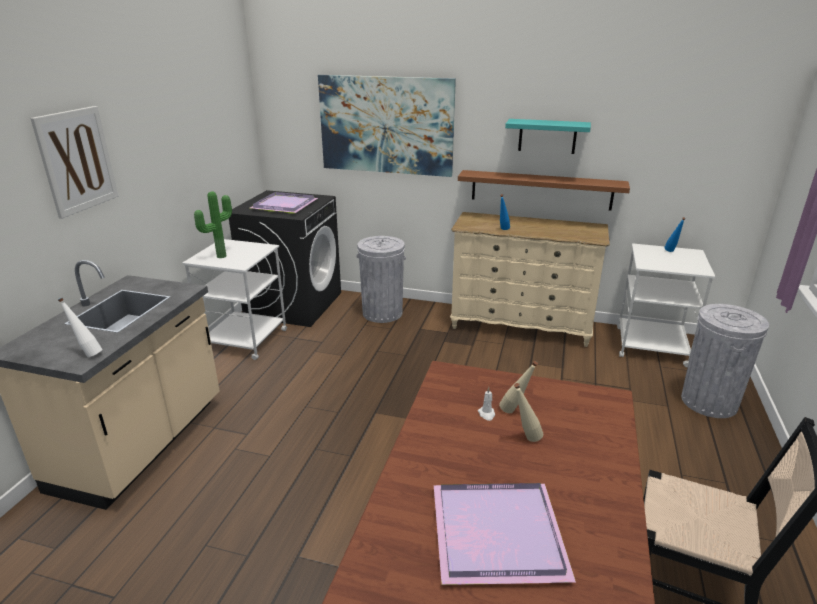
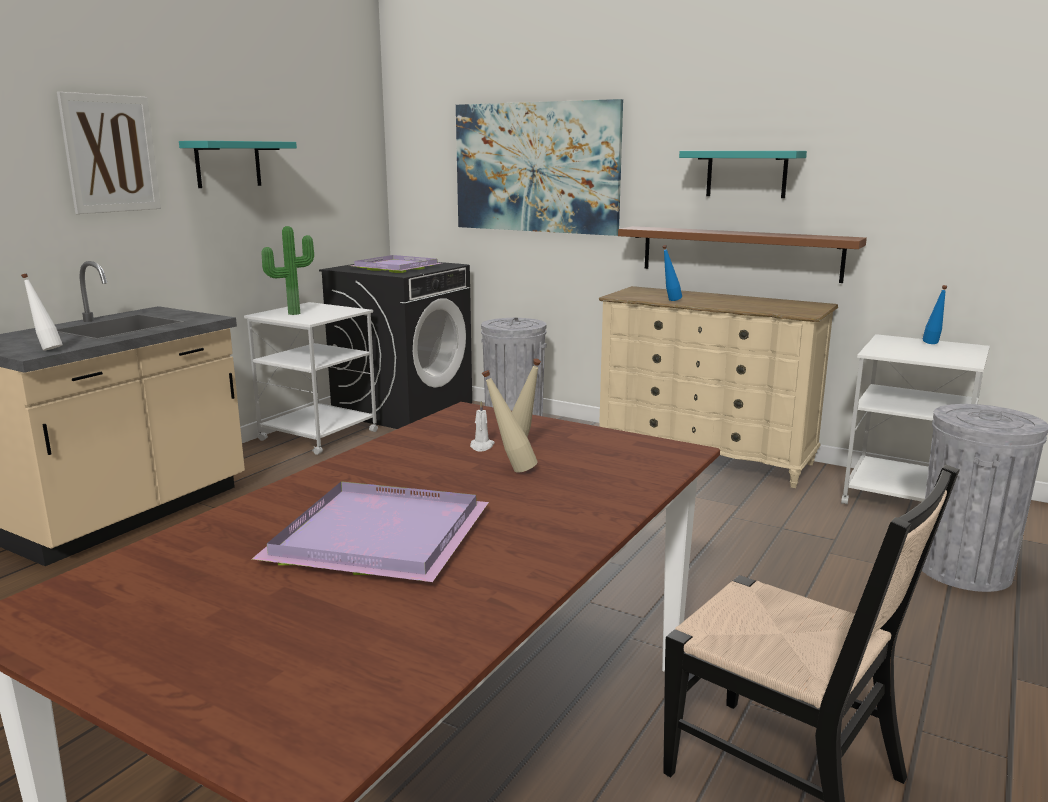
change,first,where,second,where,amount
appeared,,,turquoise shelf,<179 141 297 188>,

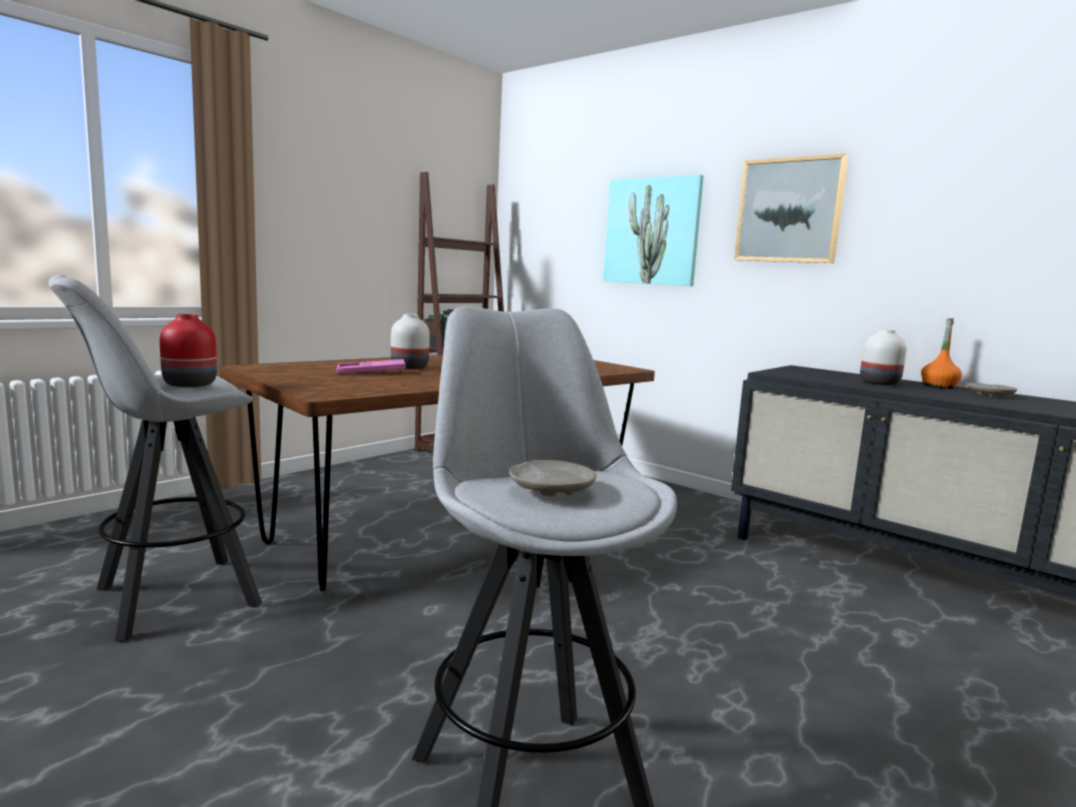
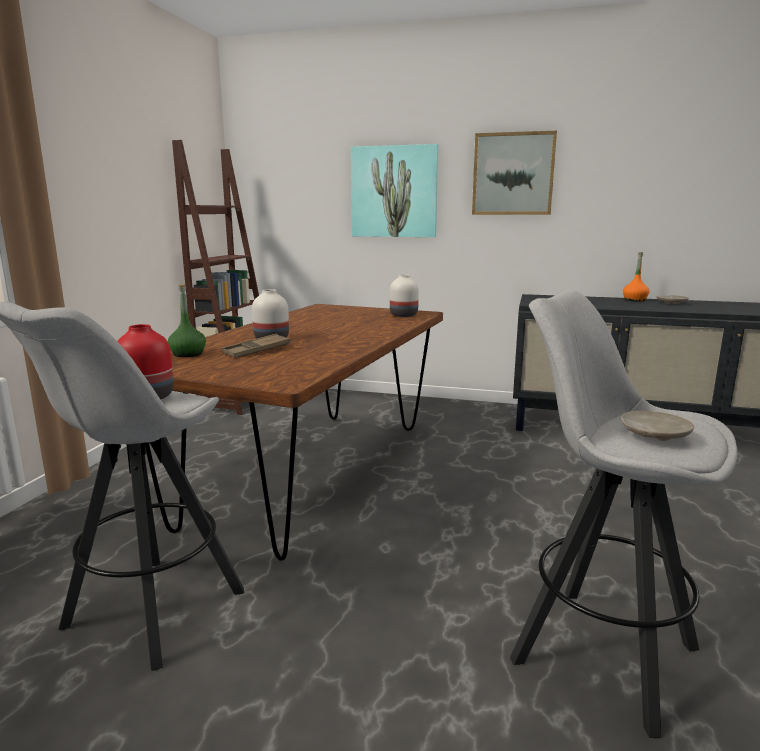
change,first,where,second,where,amount
appeared,,,green bottle,<168 284 206 357>,
colour,pink tray,<337 359 406 374>,brown tray,<222 333 291 358>,
relocated,white vase,<860 329 907 385>,,<390 274 419 317>,

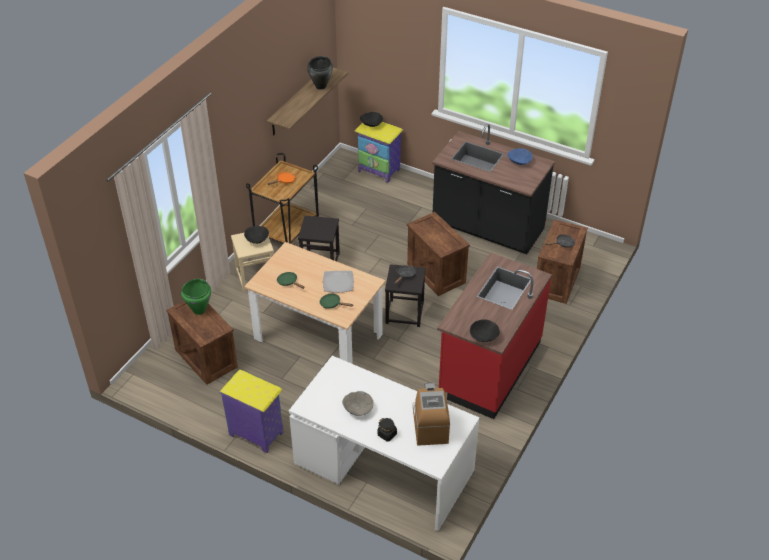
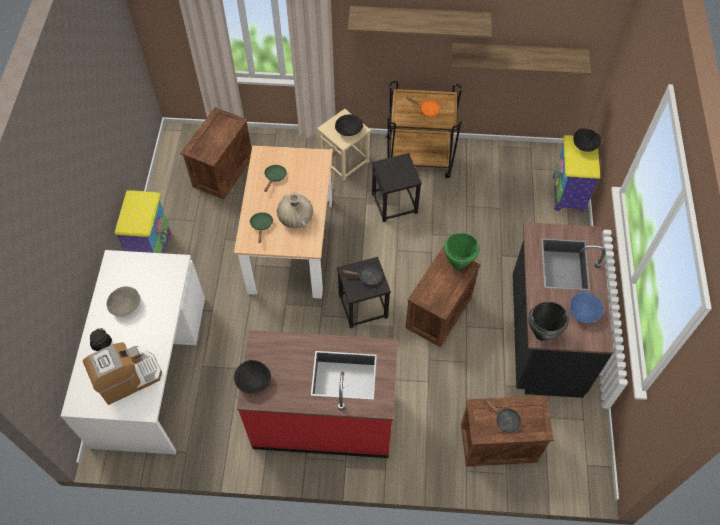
change,first,where,second,where,amount
exchanged,plate,<323 271 354 293>,beige vase,<277 193 313 228>,
appeared,,,shelf,<348 6 492 39>,
relocated,green cooking pot,<181 279 211 315>,,<444 233 479 270>,
relocated,black cooking pot,<307 56 333 90>,,<528 301 569 341>,

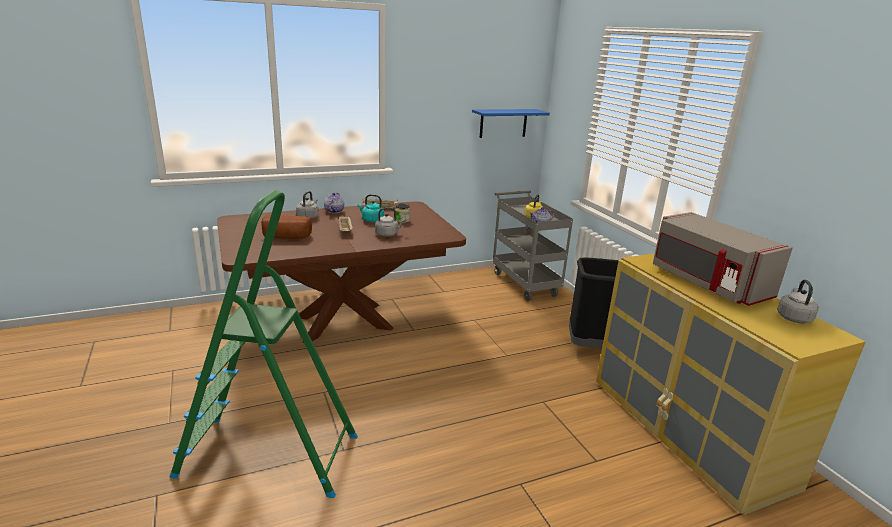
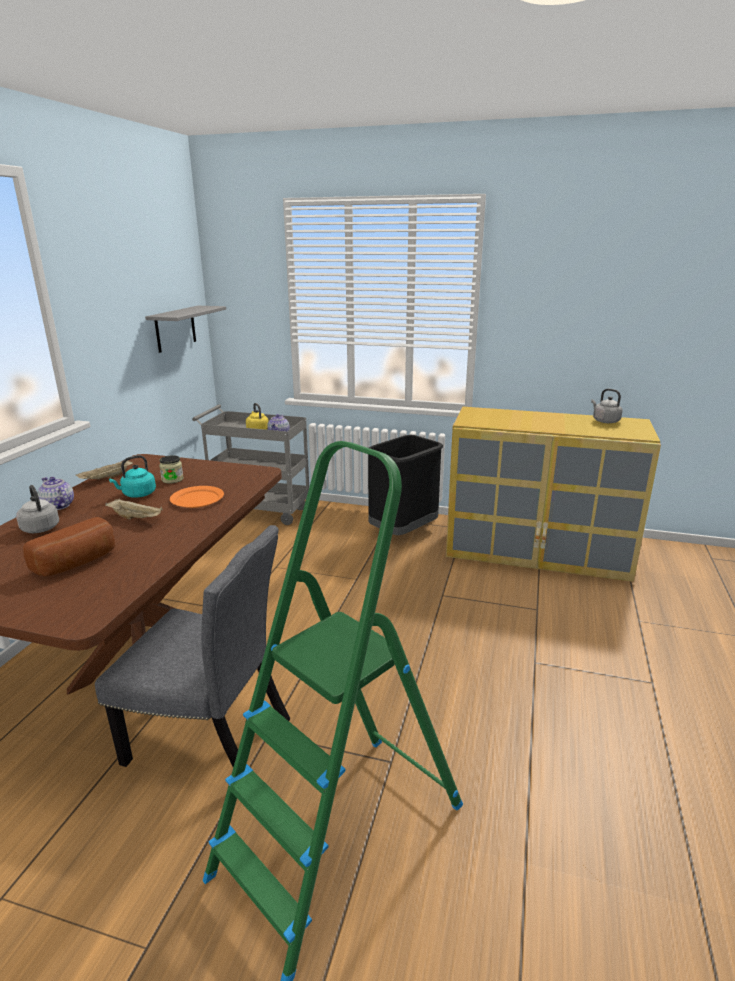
change,first,where,second,where,amount
appeared,,,grey chair,<95 525 290 767>,
colour,blue shelf,<472 109 550 138>,grey shelf,<145 306 226 353>,
exchanged,grey kettle,<375 208 405 237>,orange plate,<170 486 224 508>,
missing,grey microwave,<653 212 793 306>,,,

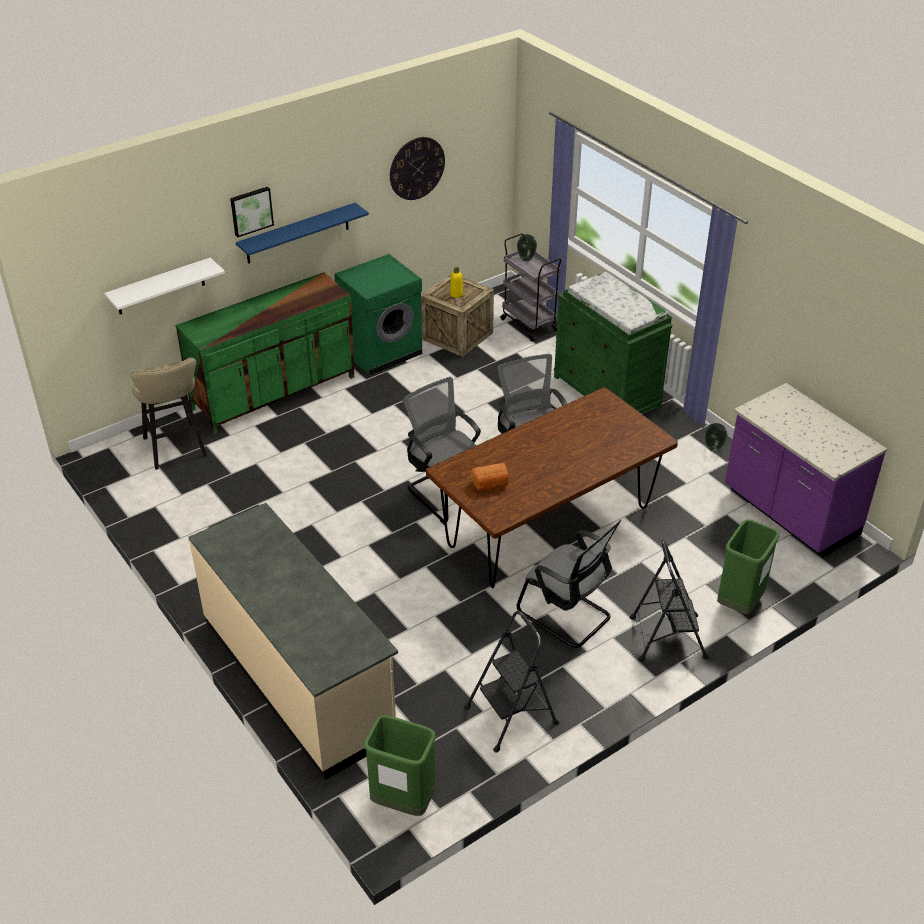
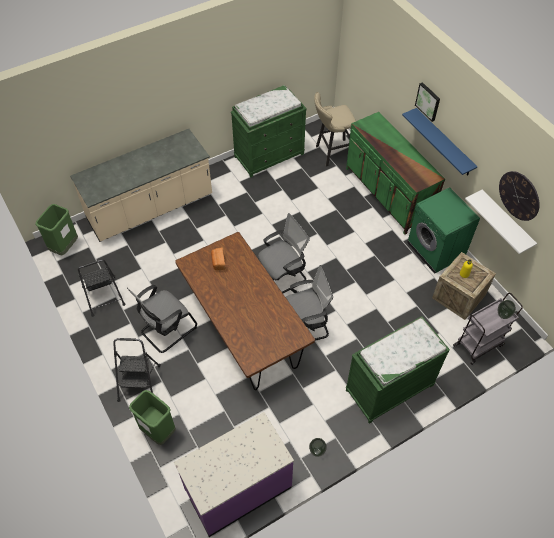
change,first,where,second,where,amount
appeared,,,green dresser,<231 85 307 178>,
relocated,white shelf,<104 258 225 314>,,<465 190 537 254>,

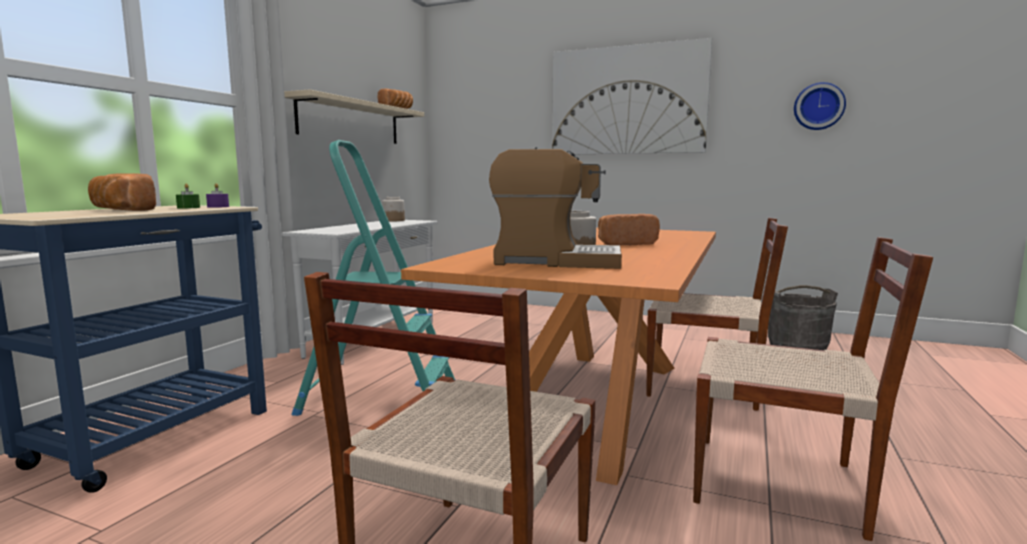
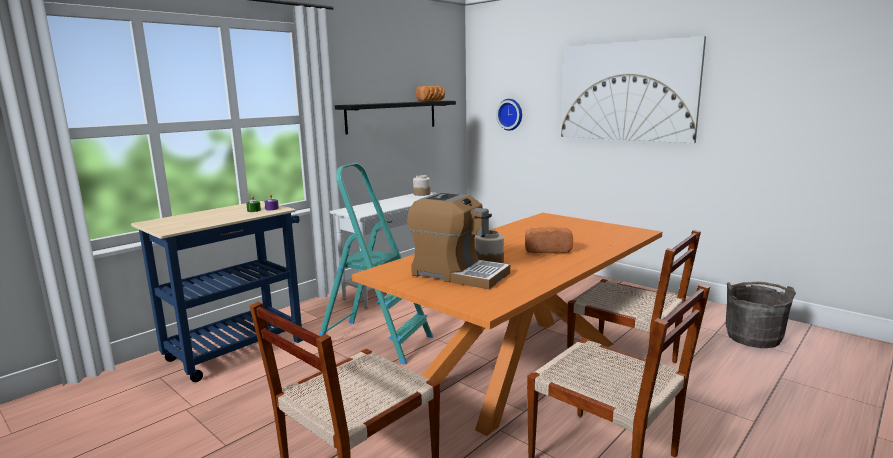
change,first,where,second,where,amount
colour,beige shelf,<284 89 424 144>,black shelf,<335 101 456 134>,
relocated,wall clock,<794 82 846 130>,,<496 99 522 131>,
missing,bread,<88 173 156 211>,,,

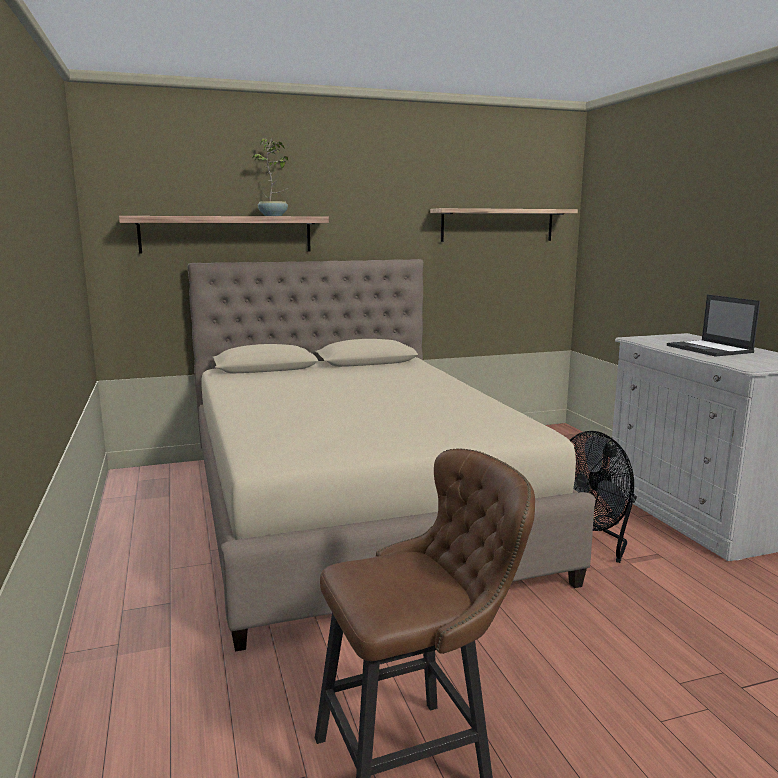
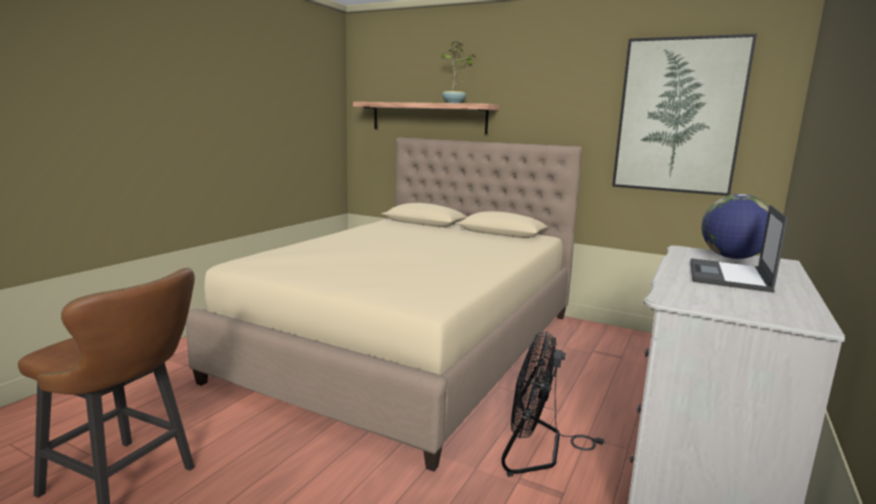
change,first,where,second,where,amount
exchanged,shelf,<430 208 578 242>,picture,<612 34 757 196>,
appeared,,,globe,<702 194 769 259>,

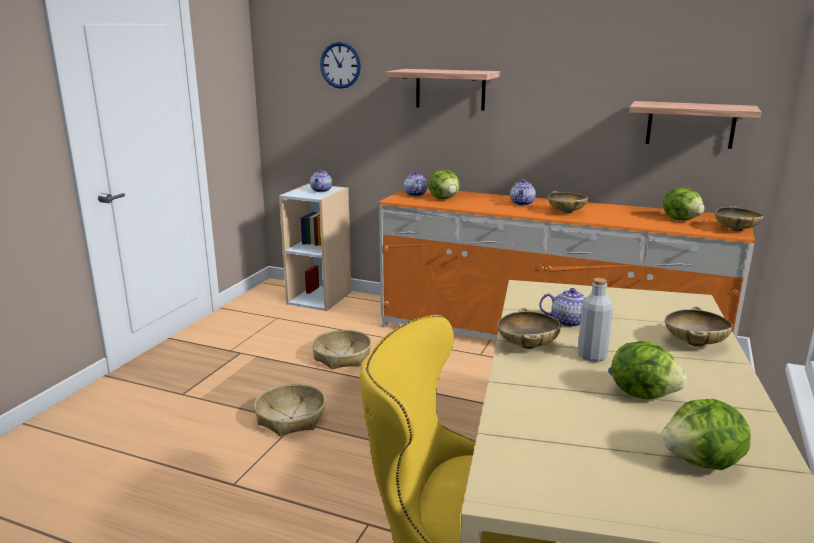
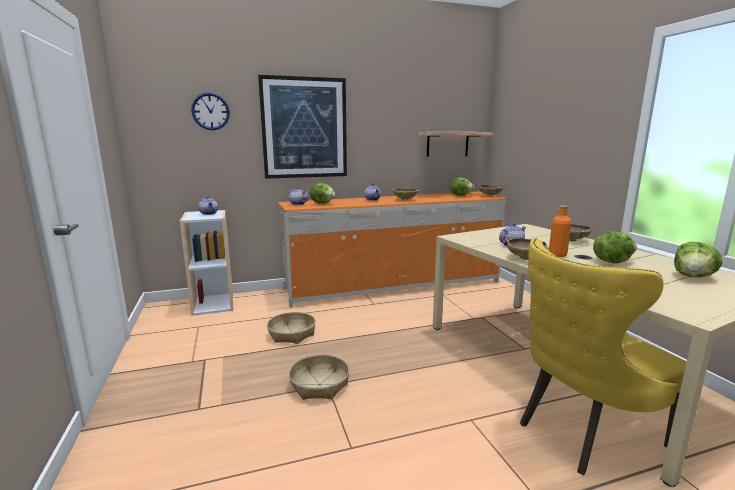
change,first,where,second,where,amount
exchanged,shelf,<386 69 500 110>,picture,<258 75 347 179>,
colour,grey bottle,<578 278 613 362>,orange bottle,<549 206 572 257>,

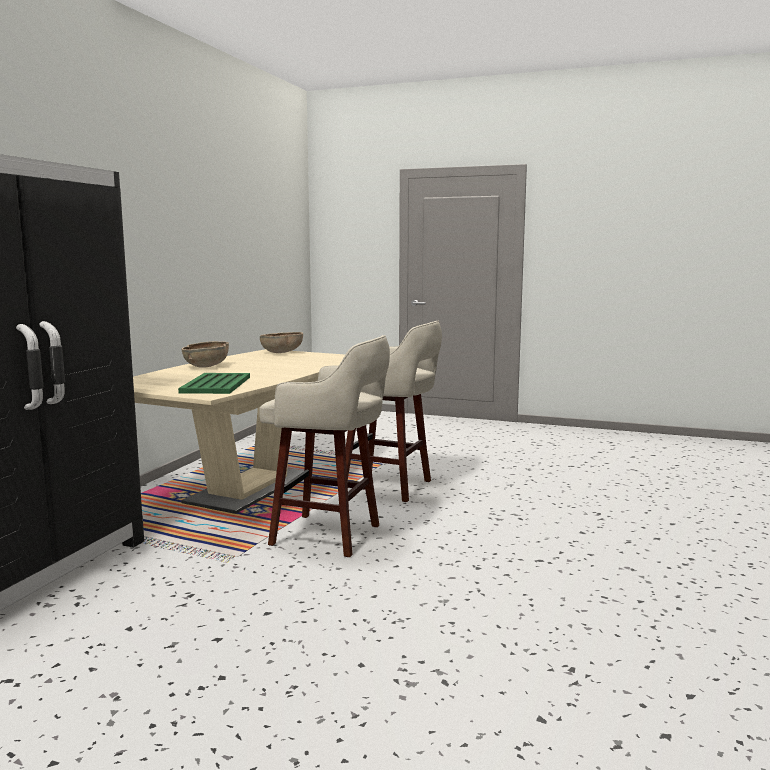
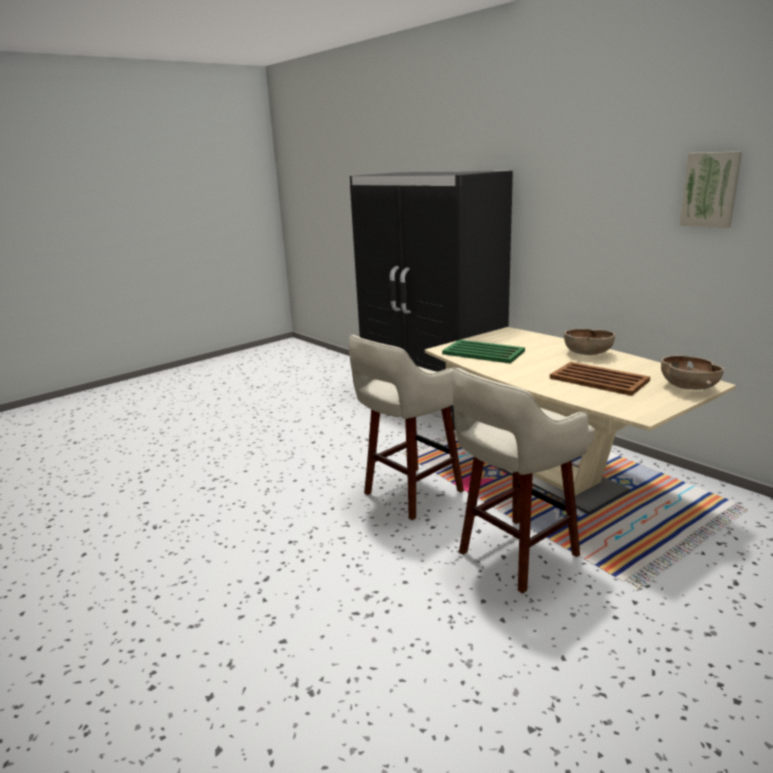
change,first,where,second,where,amount
appeared,,,brown tray,<550 362 650 396>,
appeared,,,picture,<679 151 742 228>,

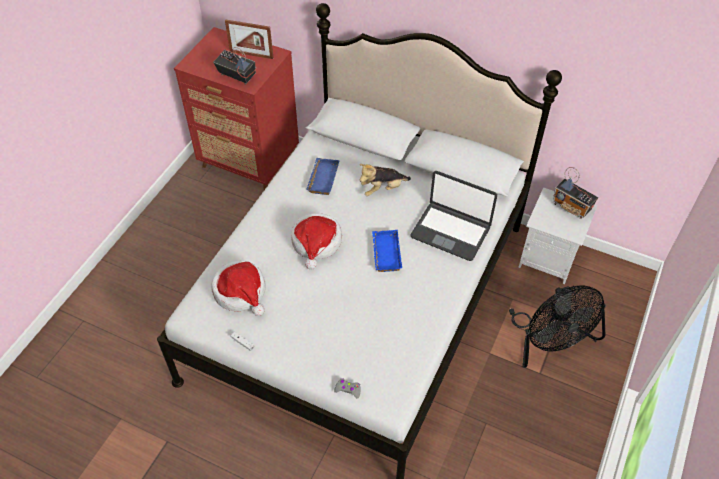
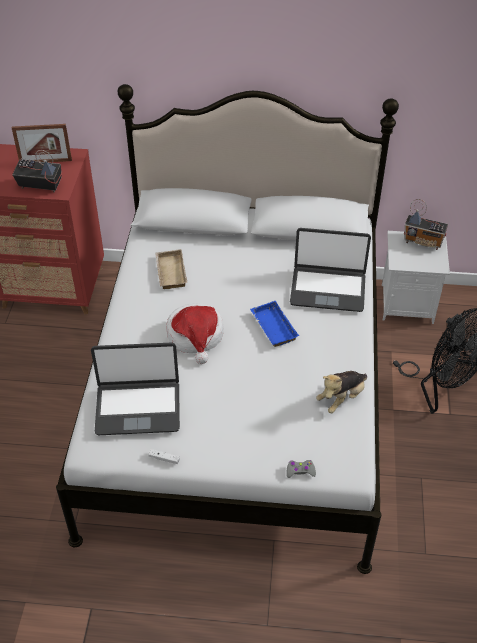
change,first,where,second,where,amount
exchanged,hat,<211 261 266 316>,laptop,<91 343 180 435>,
colour,blue tray,<306 158 340 195>,beige tray,<155 249 187 289>,
relocated,plush toy,<360 164 411 196>,,<316 371 367 413>,

